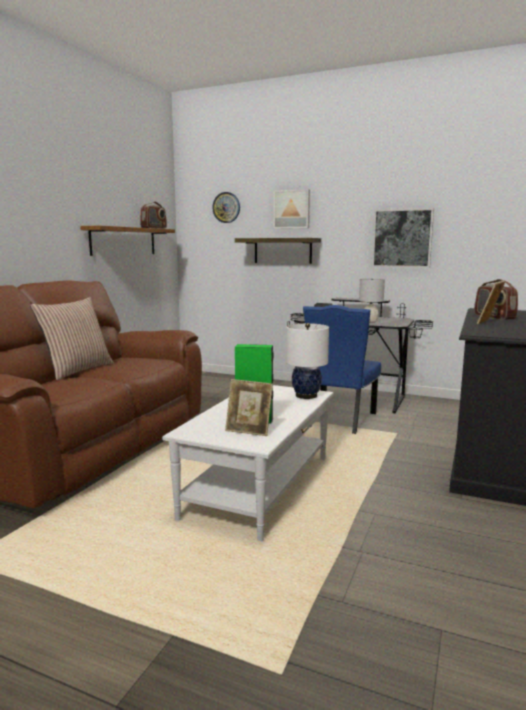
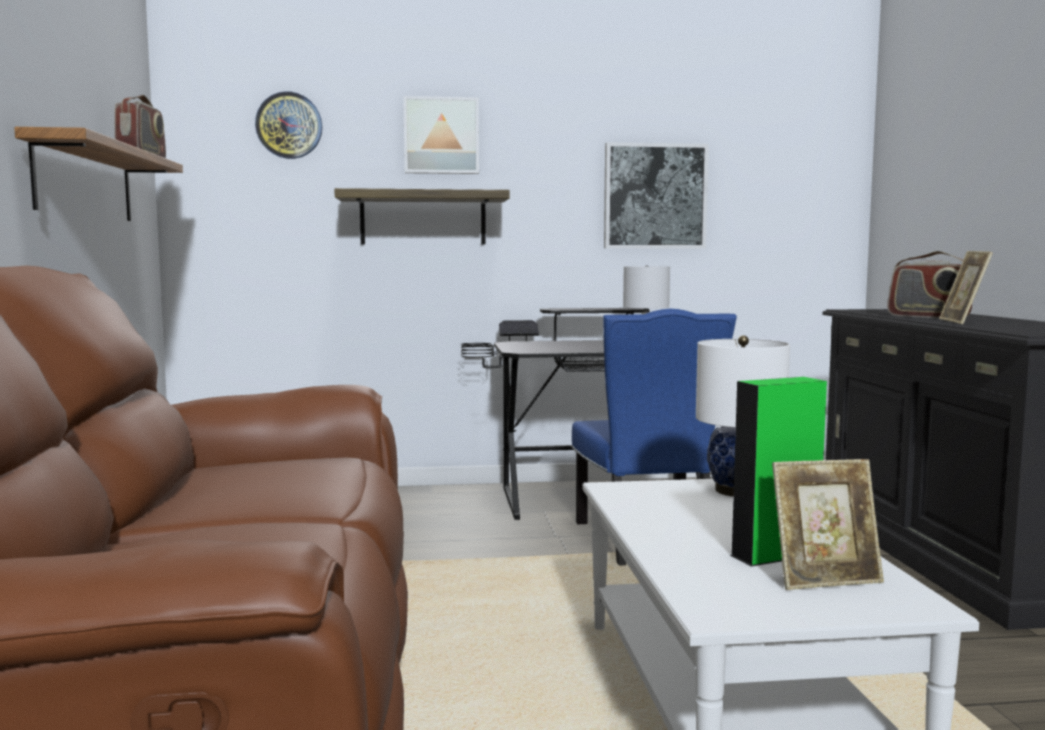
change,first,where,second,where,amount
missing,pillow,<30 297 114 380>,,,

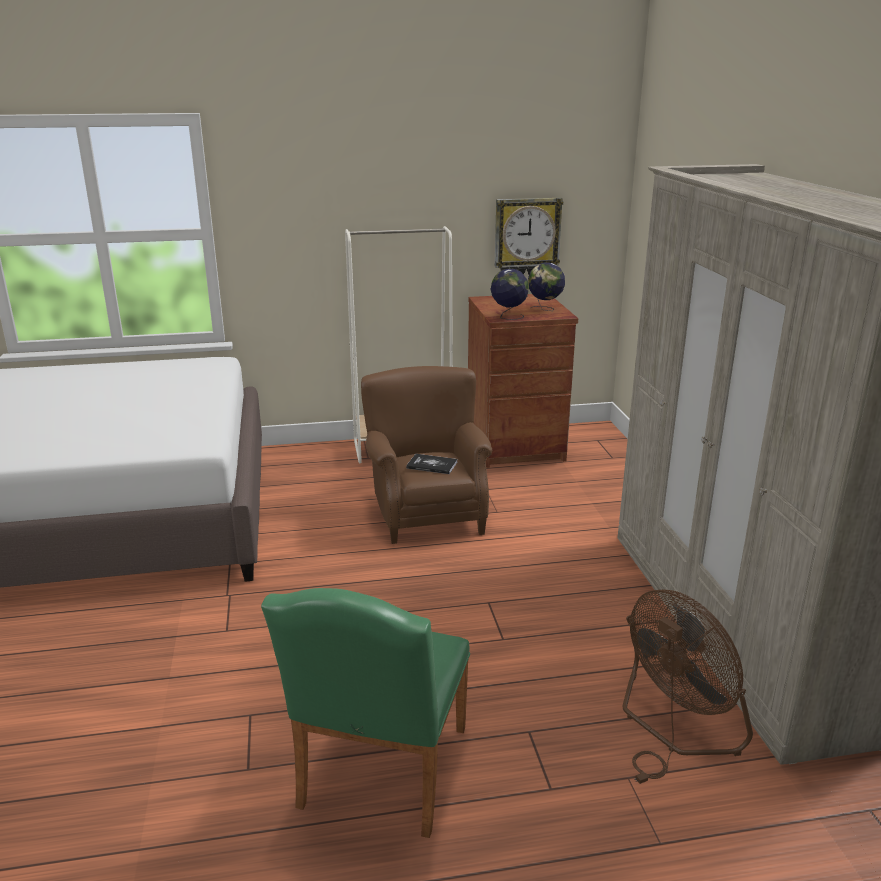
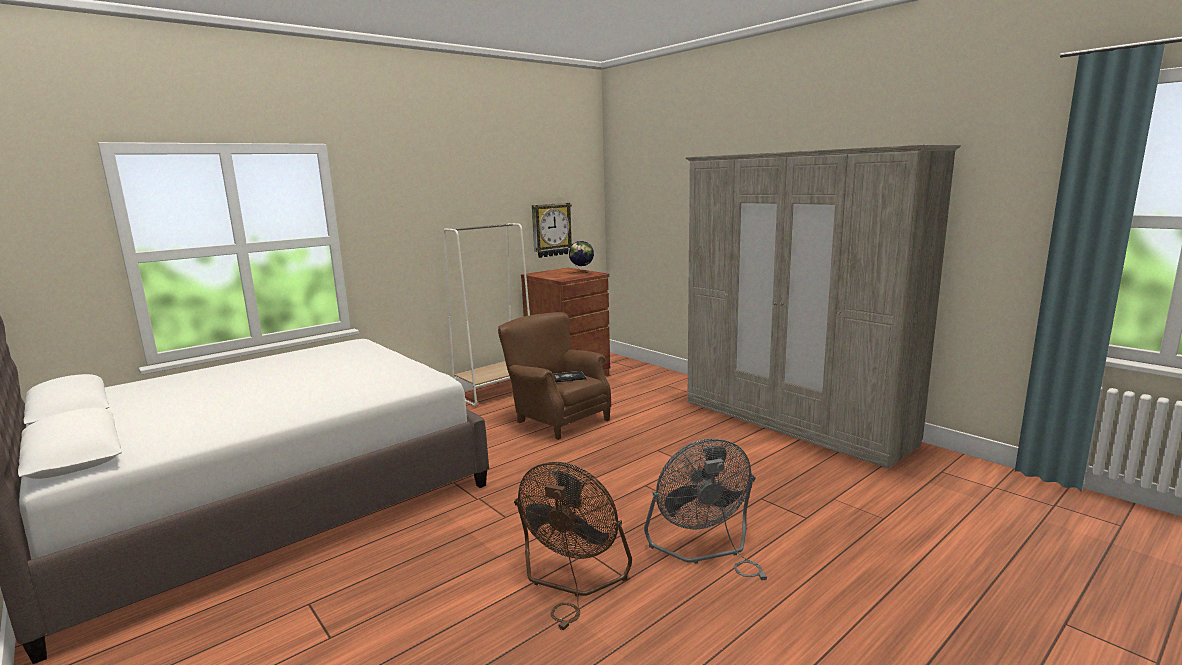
change,first,where,second,where,amount
relocated,brown fan,<623 590 753 784>,,<514 462 632 630>,
exchanged,green chair,<261 588 470 838>,grey fan,<644 439 767 581>,
missing,globe,<490 269 529 320>,,,

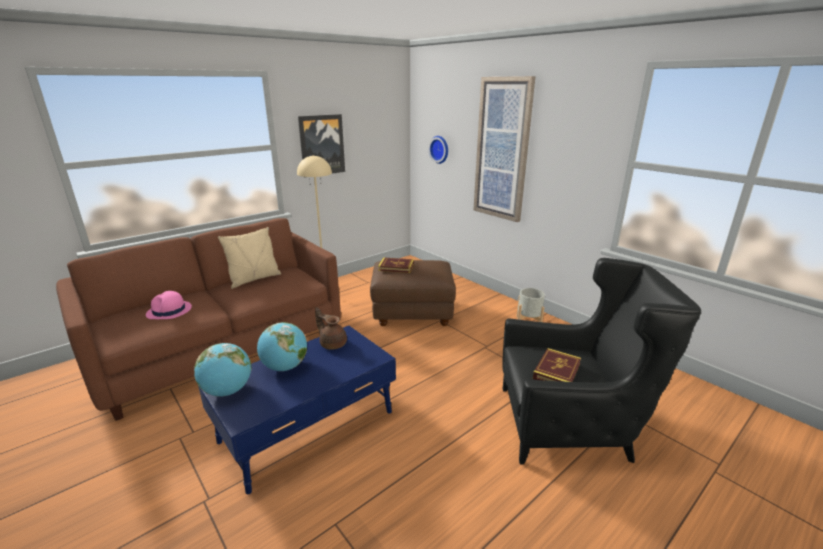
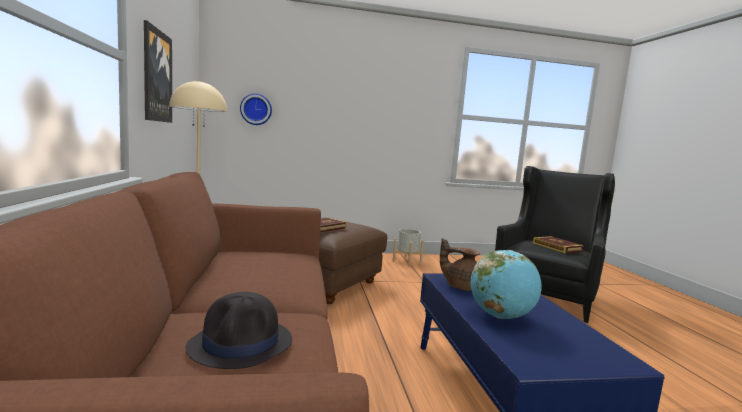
change,first,where,second,where,amount
colour,pink hat,<146 291 192 319>,black hat,<186 292 292 369>,
spun,brown teapot,<315 307 347 350>,,<440 238 480 291>,45 degrees clockwise
missing,globe,<194 343 252 396>,,,
missing,beige pillow,<218 227 281 289>,,,
missing,picture,<473 76 535 222>,,,

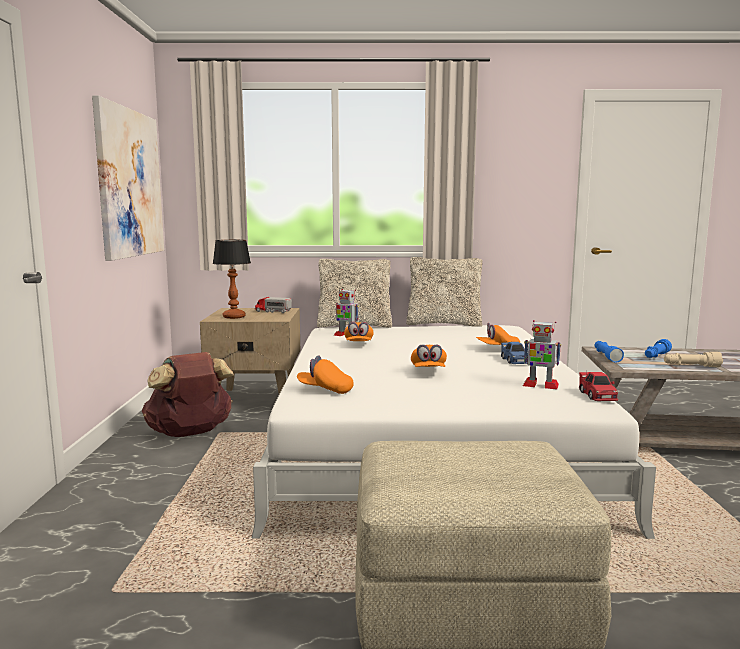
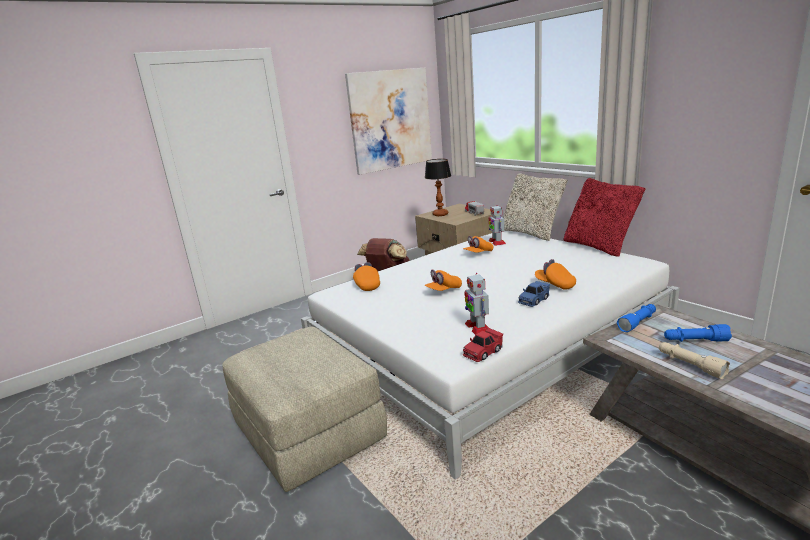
change,first,where,second,where,amount
colour,beige pillow,<407 257 483 327>,red pillow,<564 178 646 257>,

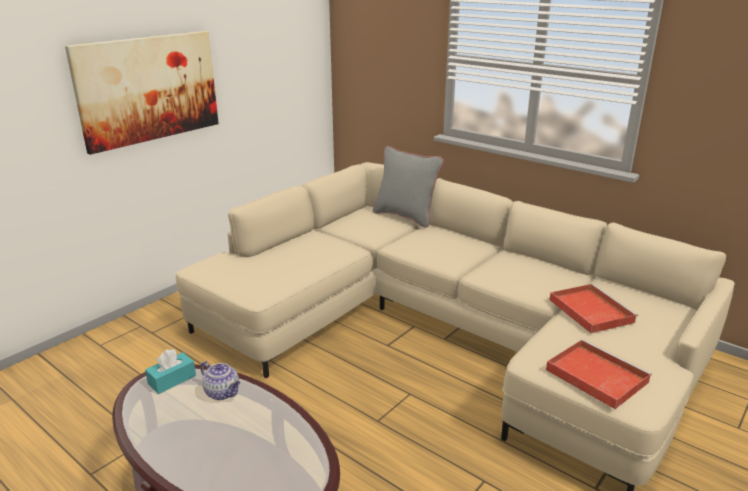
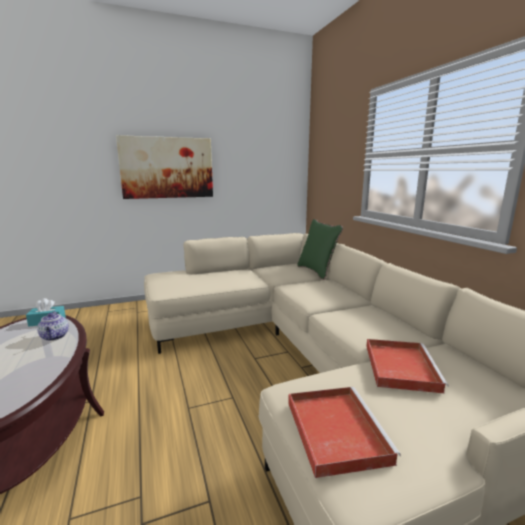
change,first,where,second,where,amount
colour,grey pillow,<372 146 443 228>,green pillow,<297 219 343 280>,

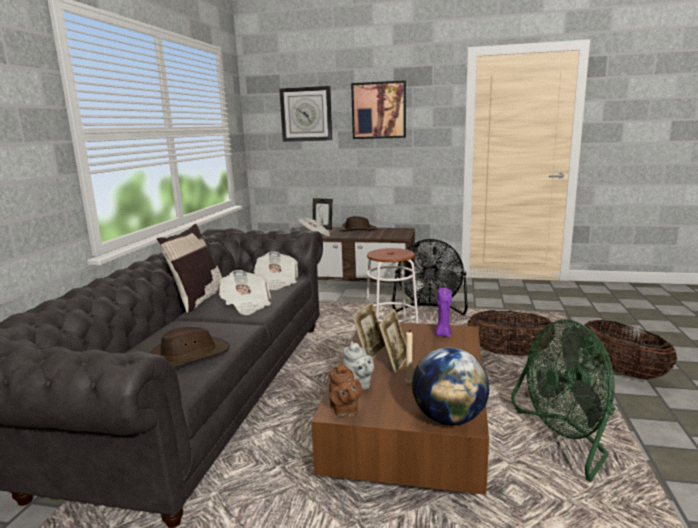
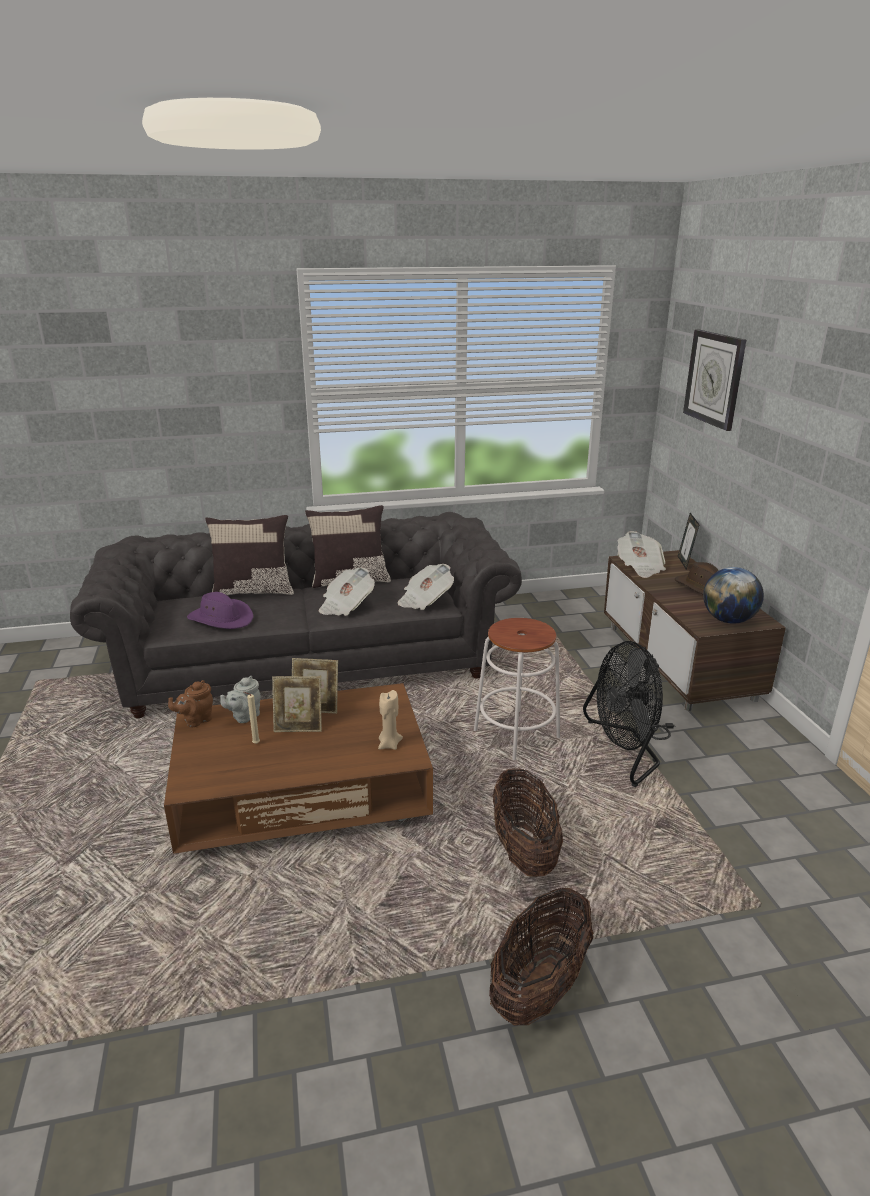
change,first,where,second,where,amount
colour,brown hat,<150 327 230 368>,purple hat,<187 592 253 629>,
appeared,,,pillow,<205 515 294 595>,
colour,purple candle,<435 287 452 337>,beige candle,<378 690 403 750>,
relocated,globe,<412 347 489 425>,,<703 567 764 624>,
missing,picture,<351 80 406 139>,,,
missing,green fan,<511 320 616 482>,,,

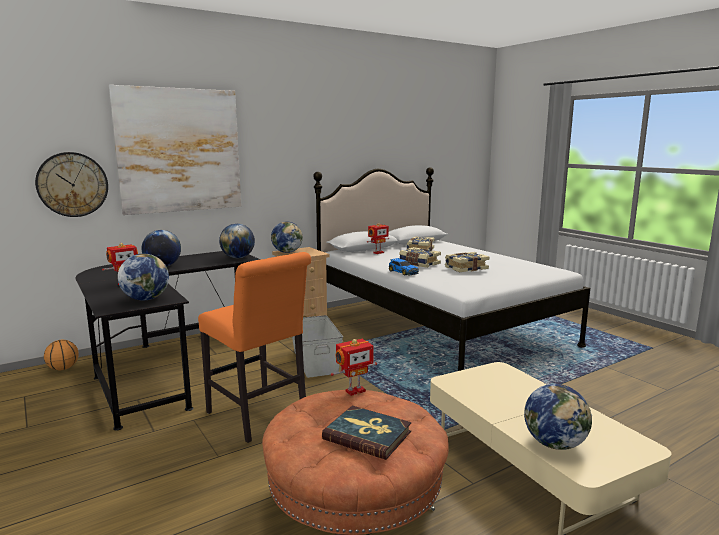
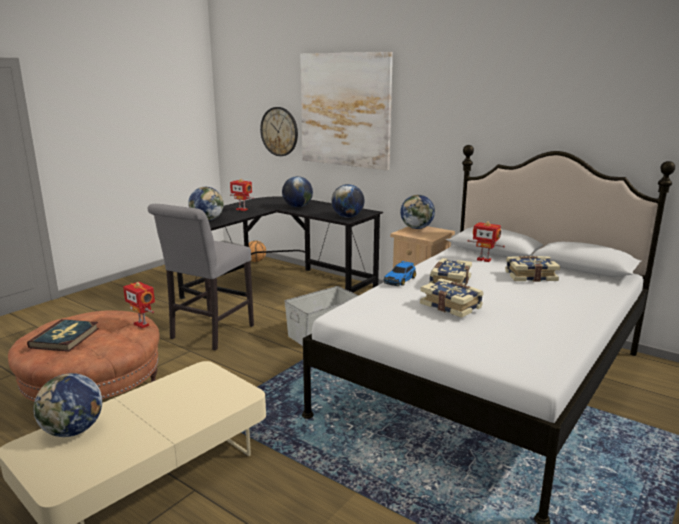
change,first,where,second,where,amount
colour,orange stool,<198 252 311 443>,grey stool,<148 204 254 351>,

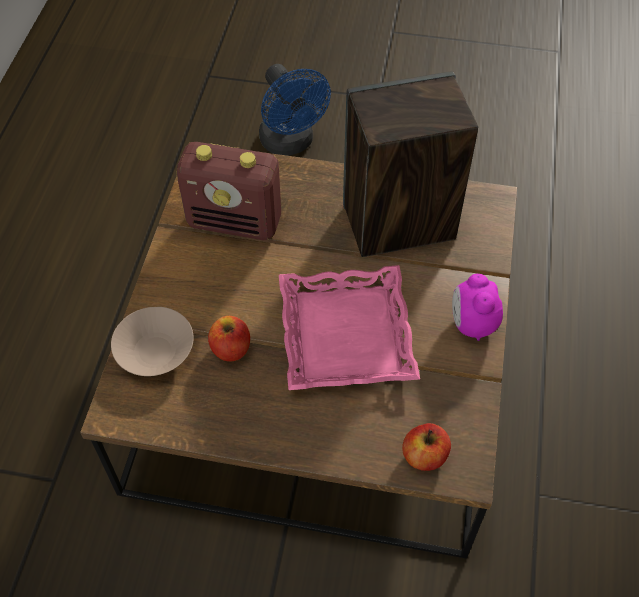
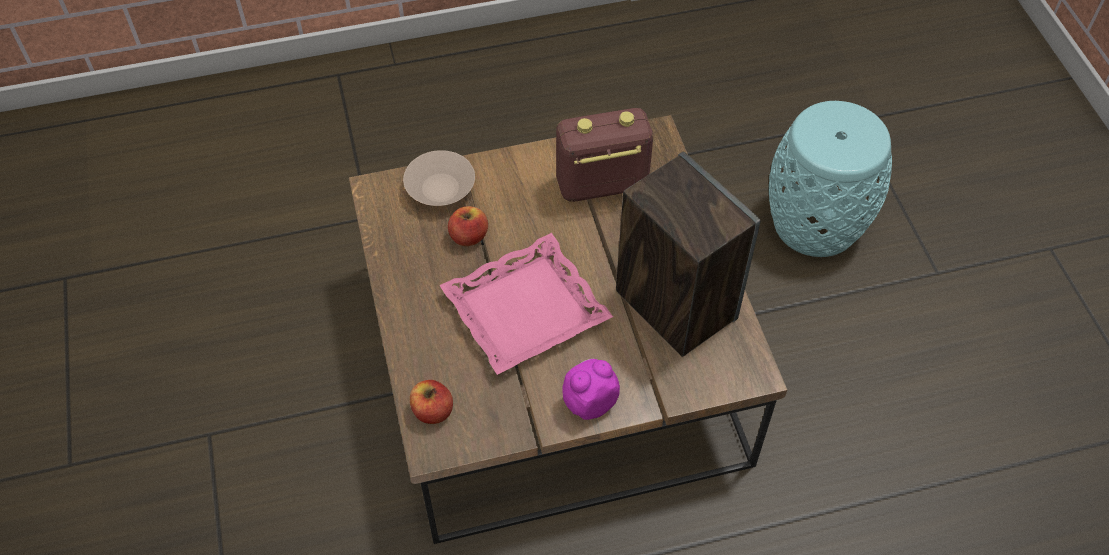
change,first,where,second,where,amount
spun,radio,<177 142 281 240>,,<556 108 653 202>,90 degrees clockwise
exchanged,blue fan,<259 64 331 156>,turquoise stool,<769 101 892 257>,

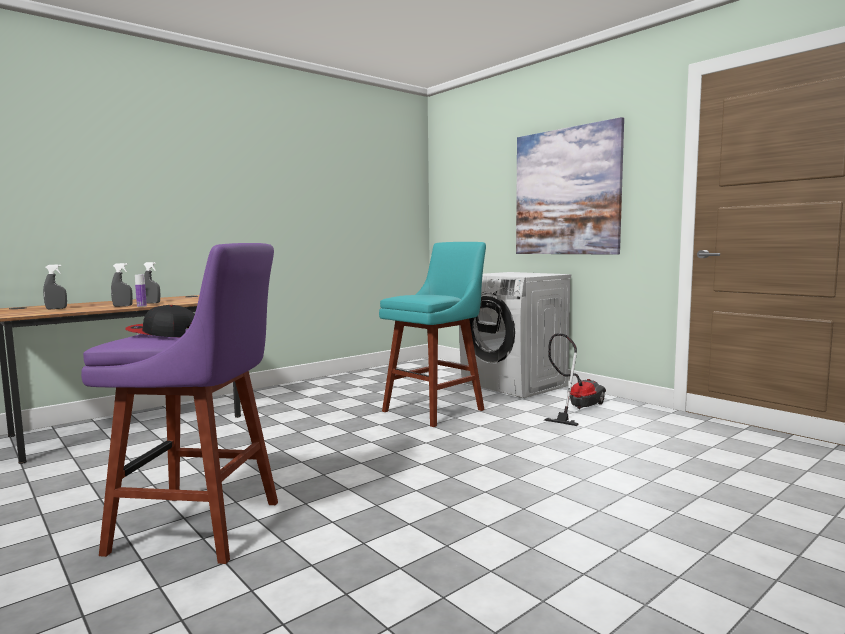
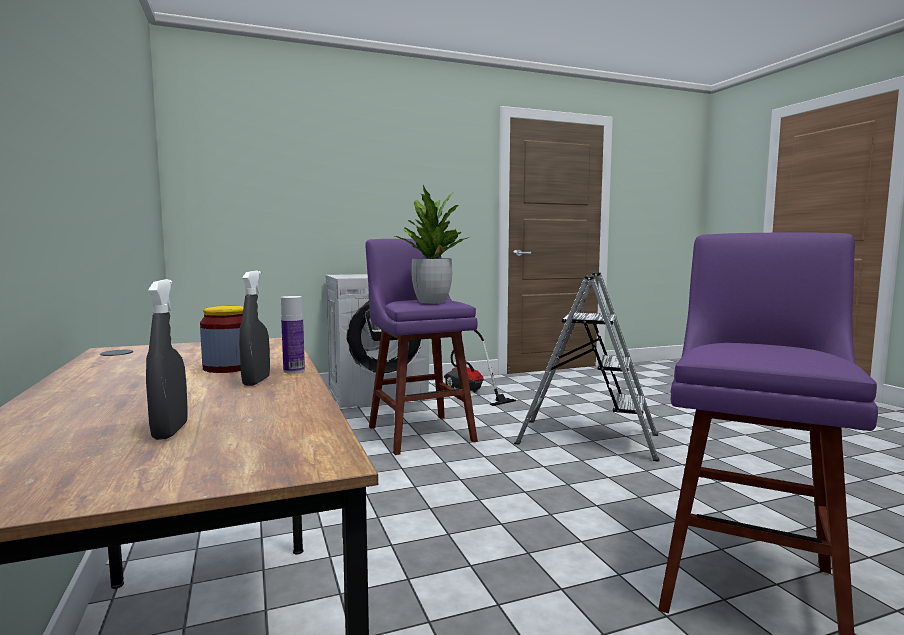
change,first,where,second,where,amount
exchanged,grey spray bottle,<143 262 160 303>,jar,<200 306 244 373>,
colour,turquoise stool,<379 242 486 427>,purple stool,<365 239 478 455>,
appeared,,,potted plant,<395 186 471 303>,
appeared,,,grey step ladder,<514 272 659 462>,
missing,cap,<125 305 195 337>,,,
missing,picture,<516 117 624 255>,,,

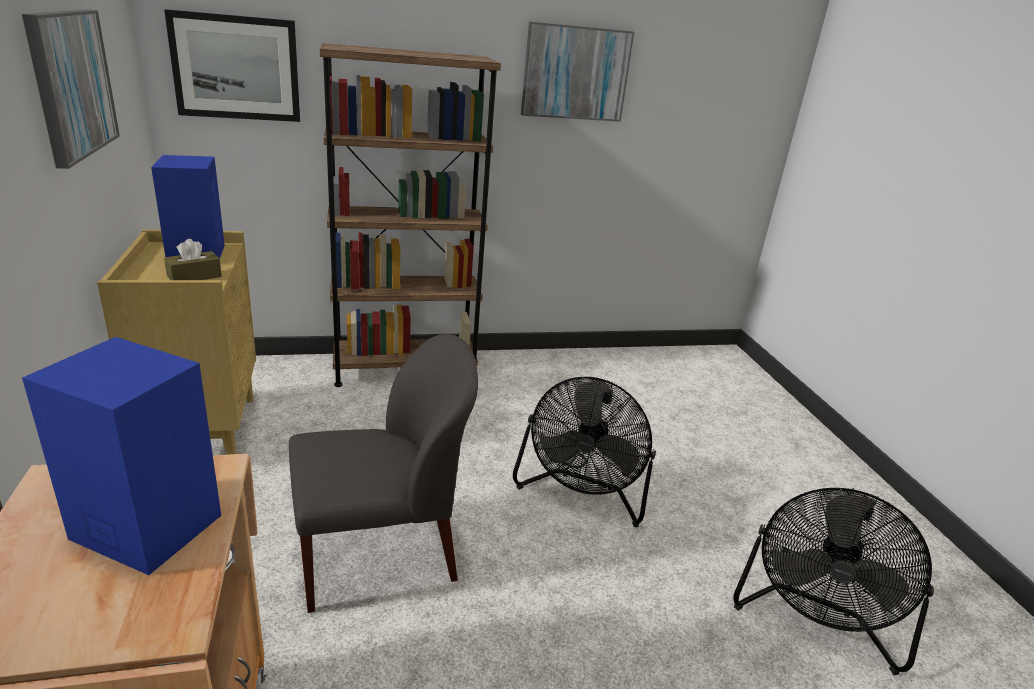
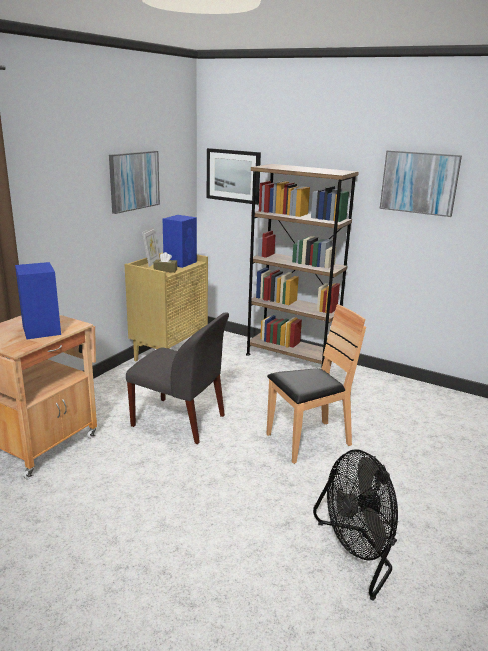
change,first,where,second,where,amount
appeared,,,picture frame,<142 227 160 267>,
exchanged,black fan,<513 377 656 527>,brown chair,<267 304 366 464>,

